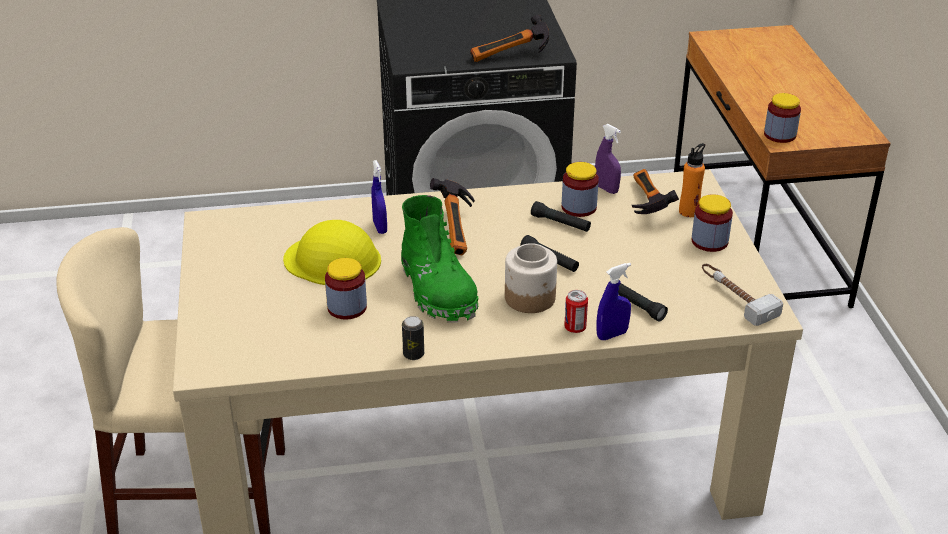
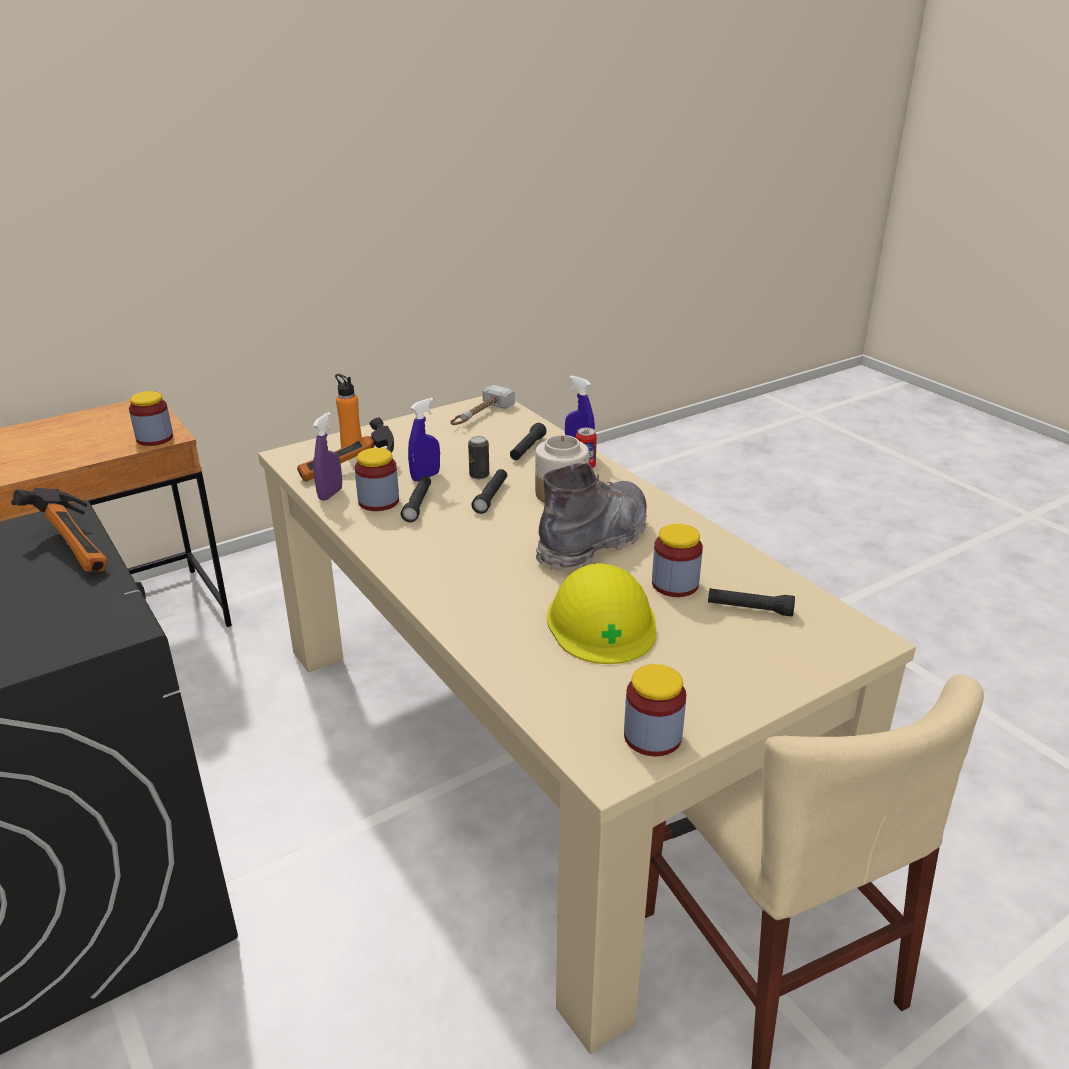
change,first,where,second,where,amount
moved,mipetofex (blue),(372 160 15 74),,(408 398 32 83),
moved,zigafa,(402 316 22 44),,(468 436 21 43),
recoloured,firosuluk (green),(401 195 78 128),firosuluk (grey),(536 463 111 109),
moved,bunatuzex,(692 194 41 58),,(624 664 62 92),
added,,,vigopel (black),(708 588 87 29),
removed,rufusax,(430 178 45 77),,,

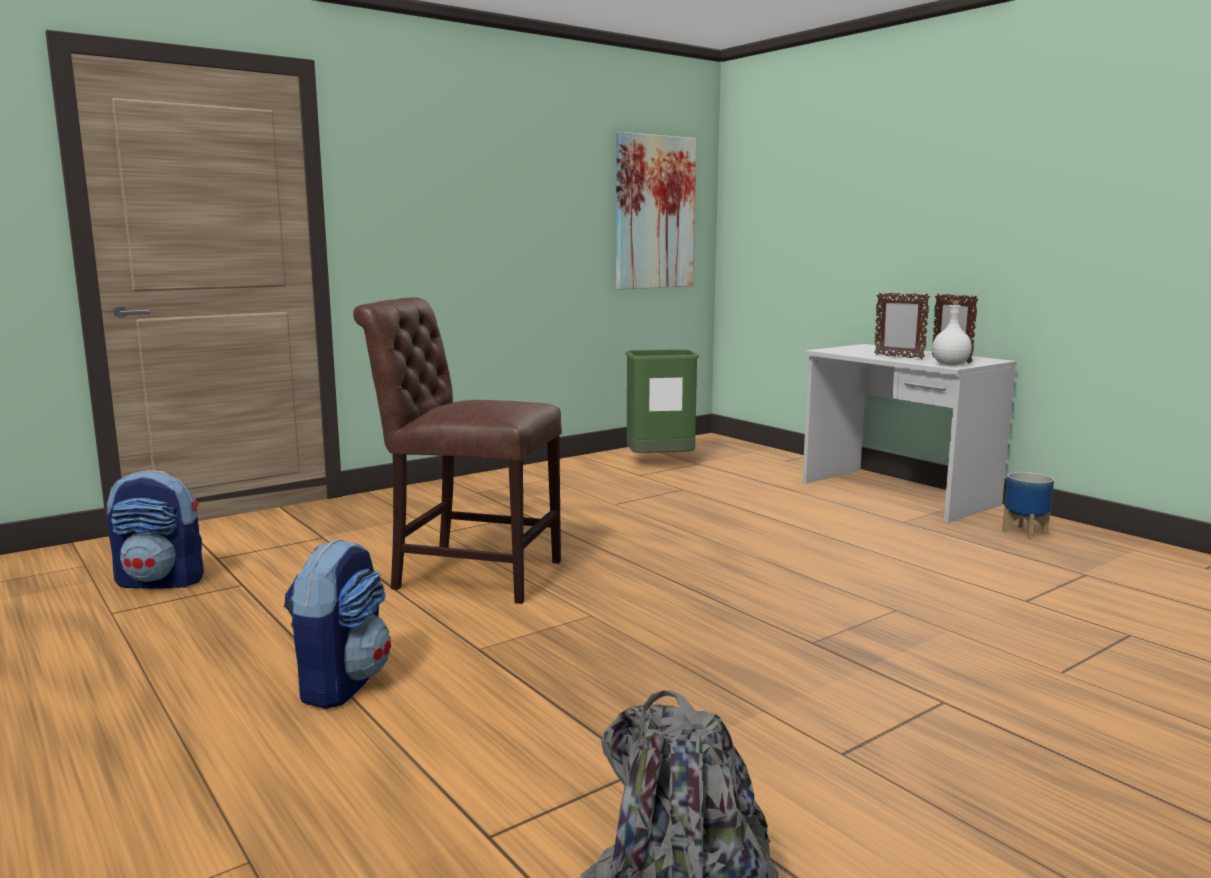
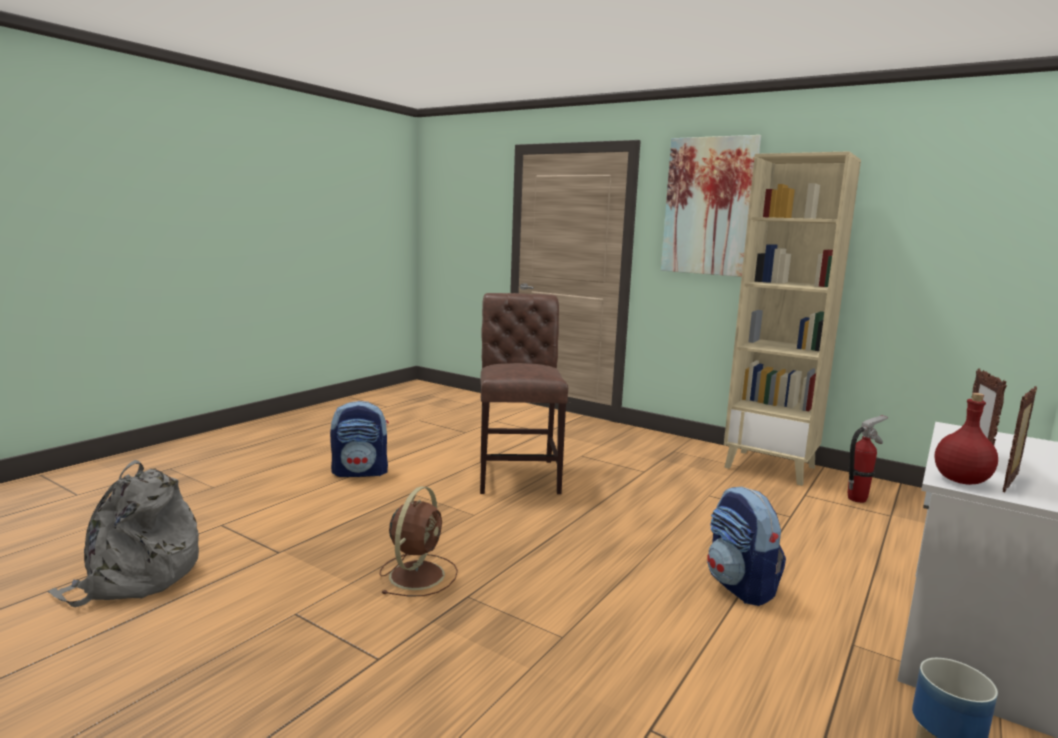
change,first,where,second,where,amount
added,,,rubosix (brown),(380 486 78 110),
moved,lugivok,(616 132 80 157),,(661 135 100 142),
moved,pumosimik,(107 470 97 118),,(707 487 79 119),
added,,,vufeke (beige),(724 151 137 335),
replaced,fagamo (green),(625 349 74 104),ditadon,(848 415 40 88),
recoloured,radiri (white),(932 300 40 65),radiri (red),(935 393 63 92),

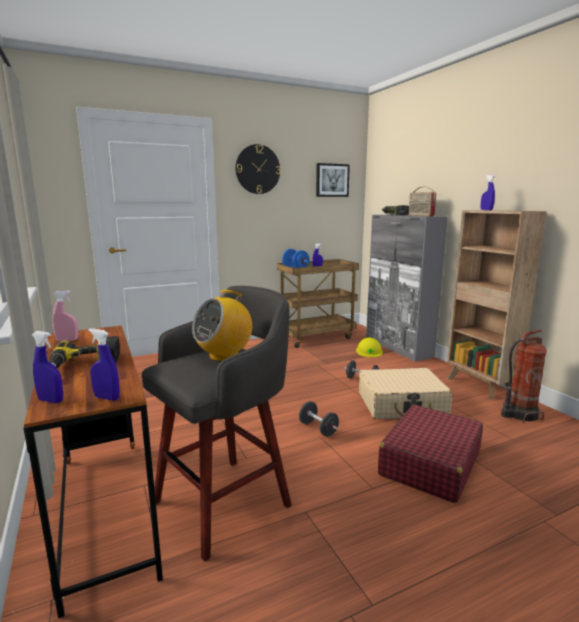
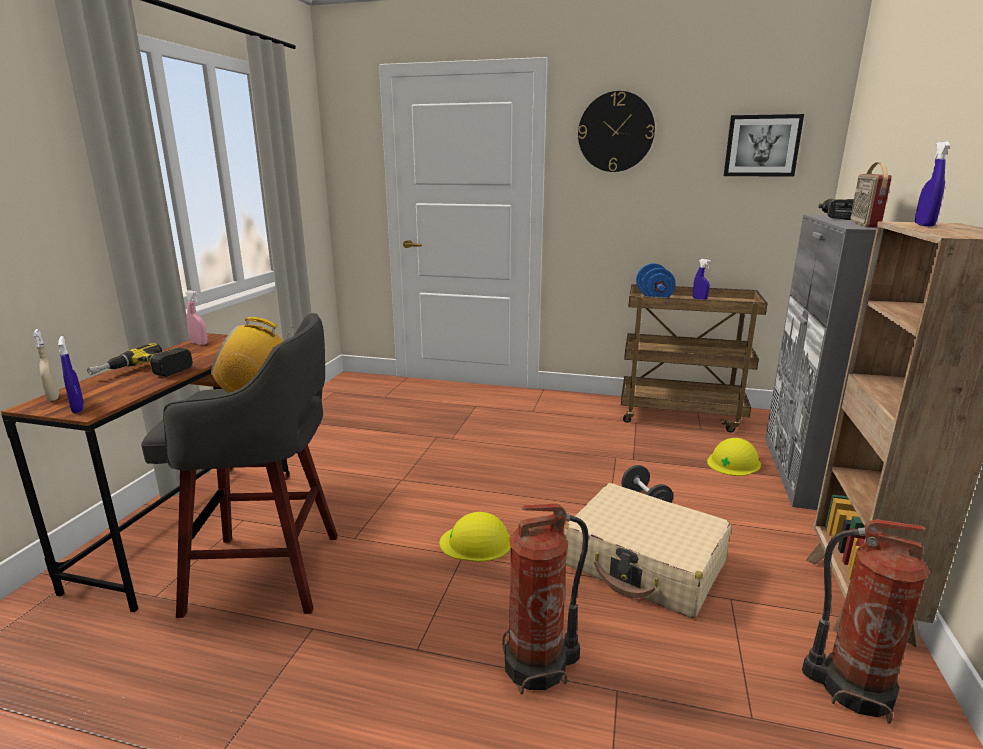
change,first,where,second,where,amount
recoloured,mipetofex (blue),(32 331 31 72),mipetofex (beige),(33 329 27 72),
replaced,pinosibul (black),(299 401 40 36),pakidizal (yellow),(439 512 72 50),
replaced,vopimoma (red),(378 405 105 98),ditadon,(502 504 87 191),

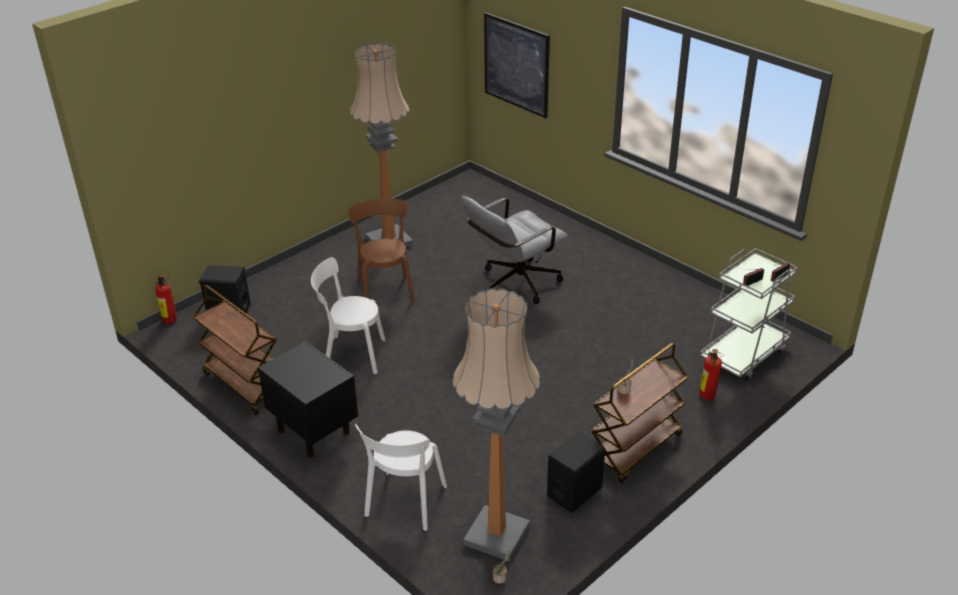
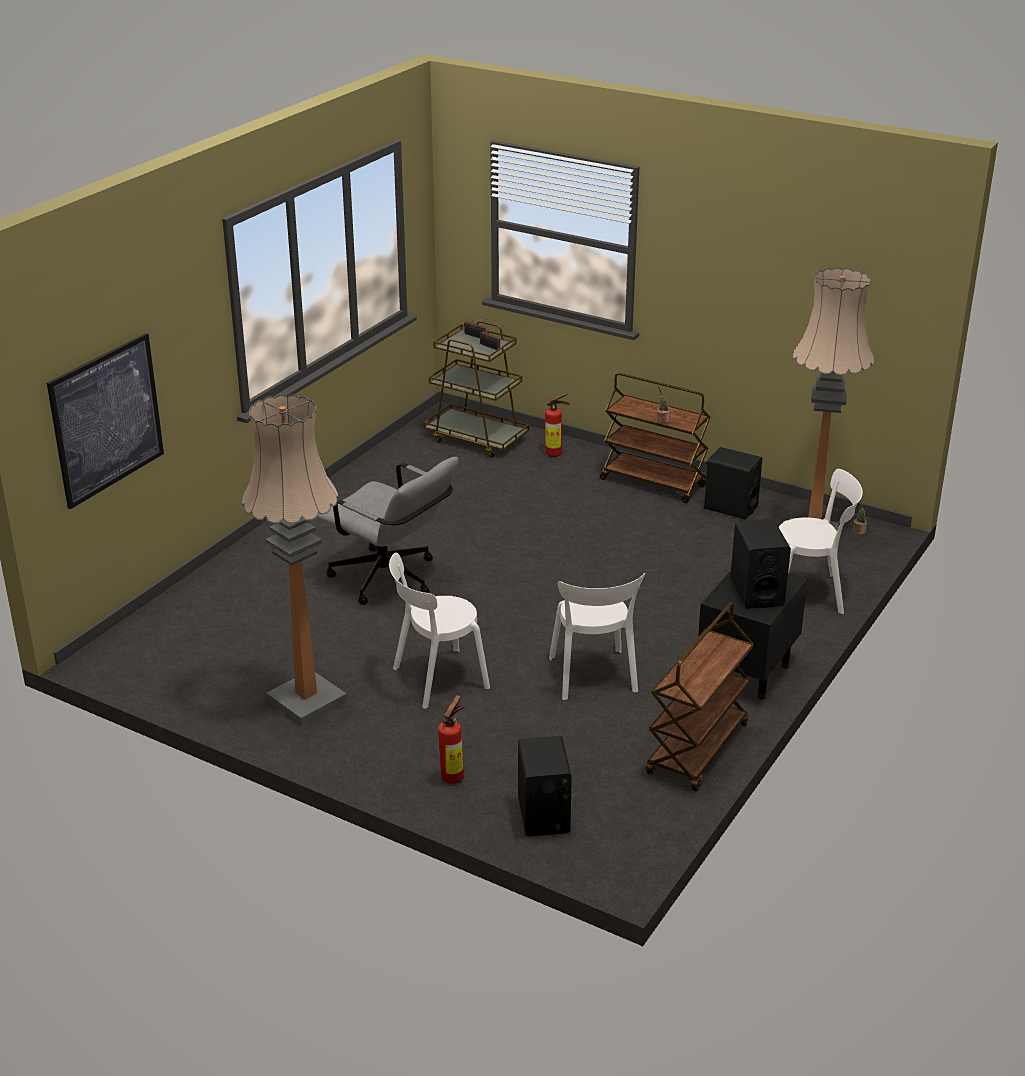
change,first,where,second,where,amount
recoloured,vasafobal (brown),(348 199 67 104),vasafobal (white),(389 553 101 156),
recoloured,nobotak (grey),(700 248 98 133),nobotak (brown),(423 321 106 137),
moved,ditadon,(155 276 22 48),,(438 695 26 89),
added,,,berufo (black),(730 519 61 90),

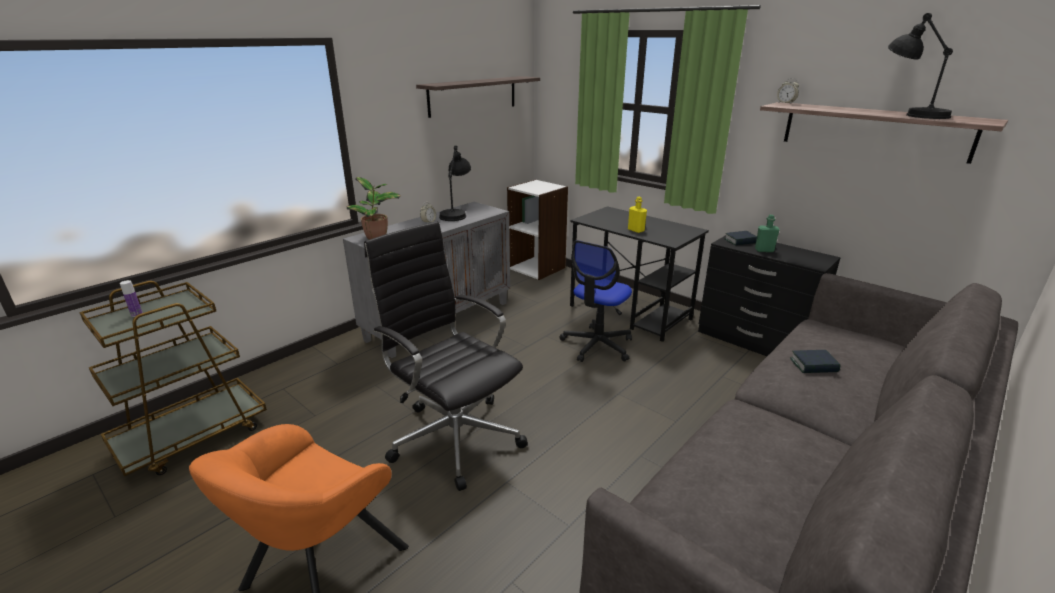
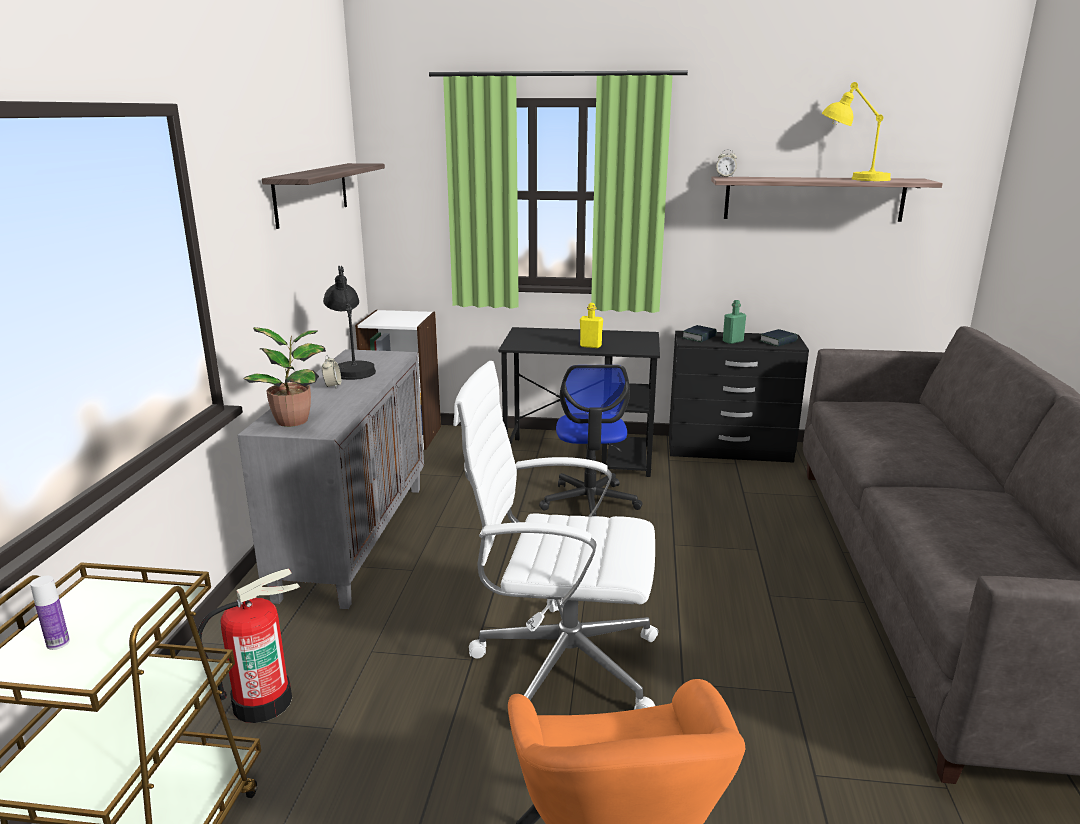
change,first,where,second,where,amount
added,,,ditadon,(198 568 102 155),
recoloured,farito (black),(364 221 164 270),farito (white),(453 361 205 349),
moved,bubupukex,(790 350 51 23),,(759 329 38 18),
recoloured,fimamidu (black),(888 13 65 106),fimamidu (yellow),(822 82 69 99),

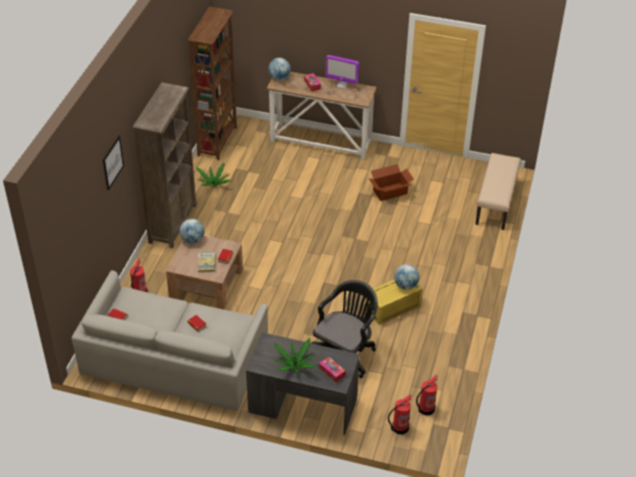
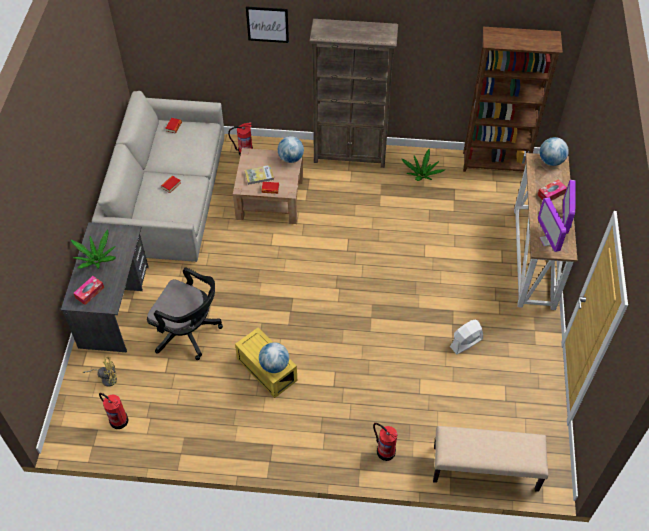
change,first,where,second,where,amount
added,,,rubosix (yellow),(83 357 34 30),
moved,ditadon,(388 394 24 40),,(373 423 25 38),
replaced,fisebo,(369 164 45 37),rubosix (white),(450 320 33 34),
added,,,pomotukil,(538 197 29 55),

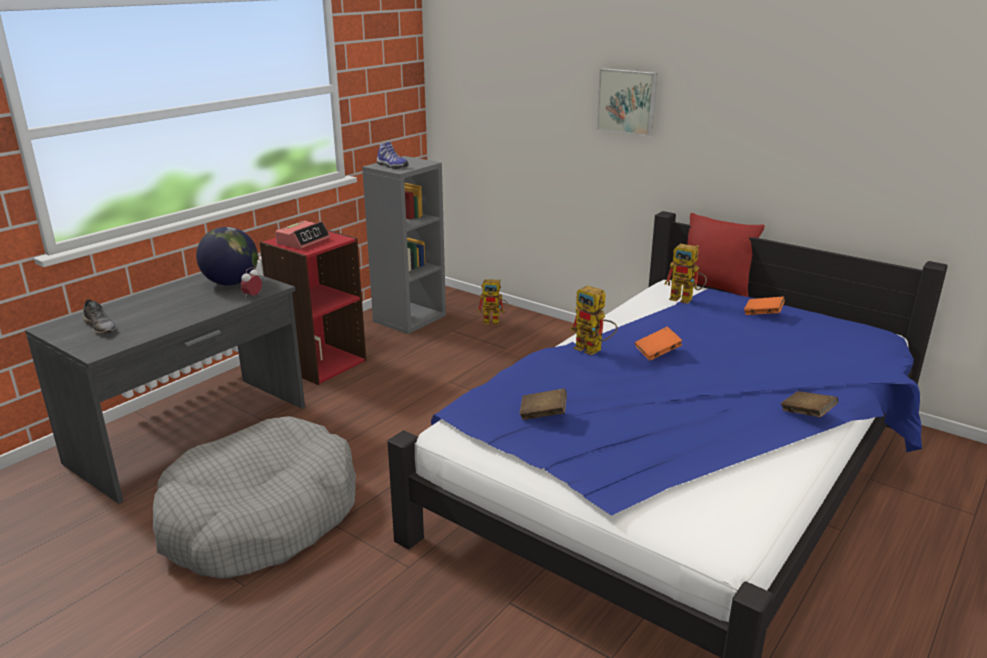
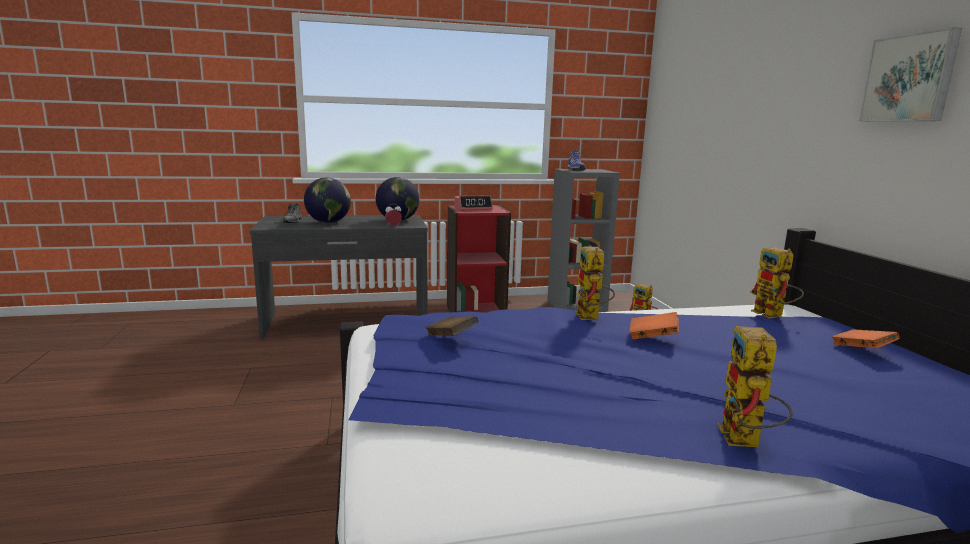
change,first,where,second,where,amount
added,,,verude,(304 178 47 45),
replaced,bubupukex (brown),(781 391 57 26),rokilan,(717 326 76 121),
moved,lugivok,(597 68 60 68),,(859 27 103 94),
removed,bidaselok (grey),(153 416 203 163),,,
removed,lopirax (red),(687 213 78 84),,,

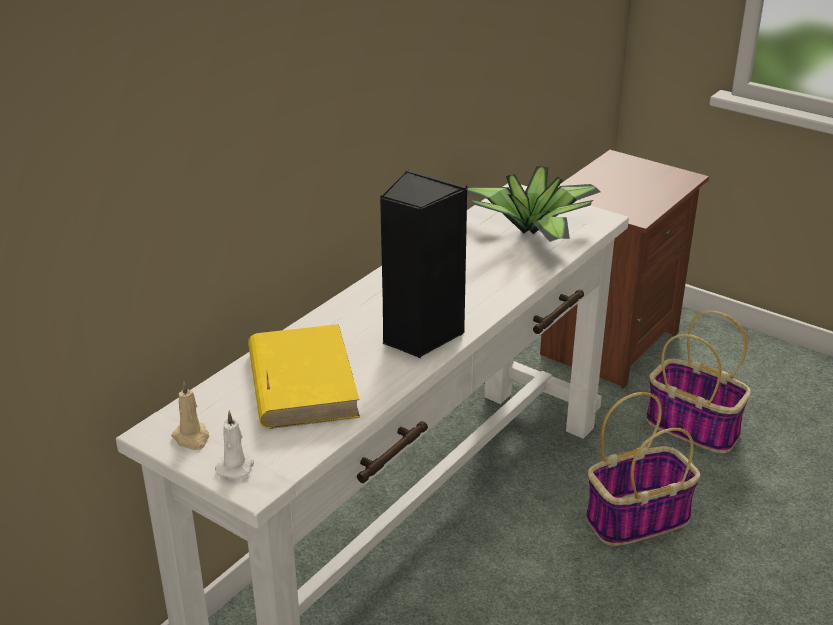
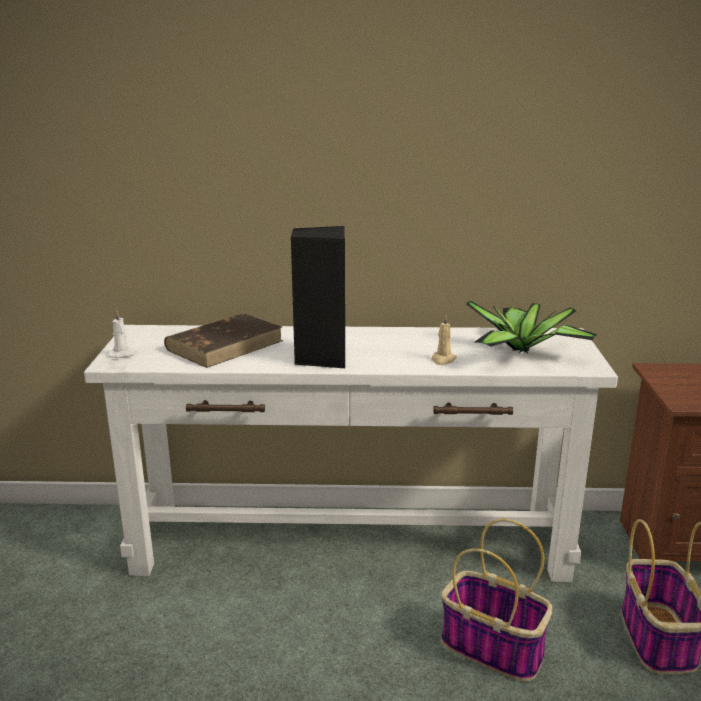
change,first,where,second,where,amount
recoloured,bubupukex (yellow),(248 324 112 105),bubupukex (brown),(164 313 119 55),
moved,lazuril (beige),(171 381 38 69),,(431 315 26 50),

